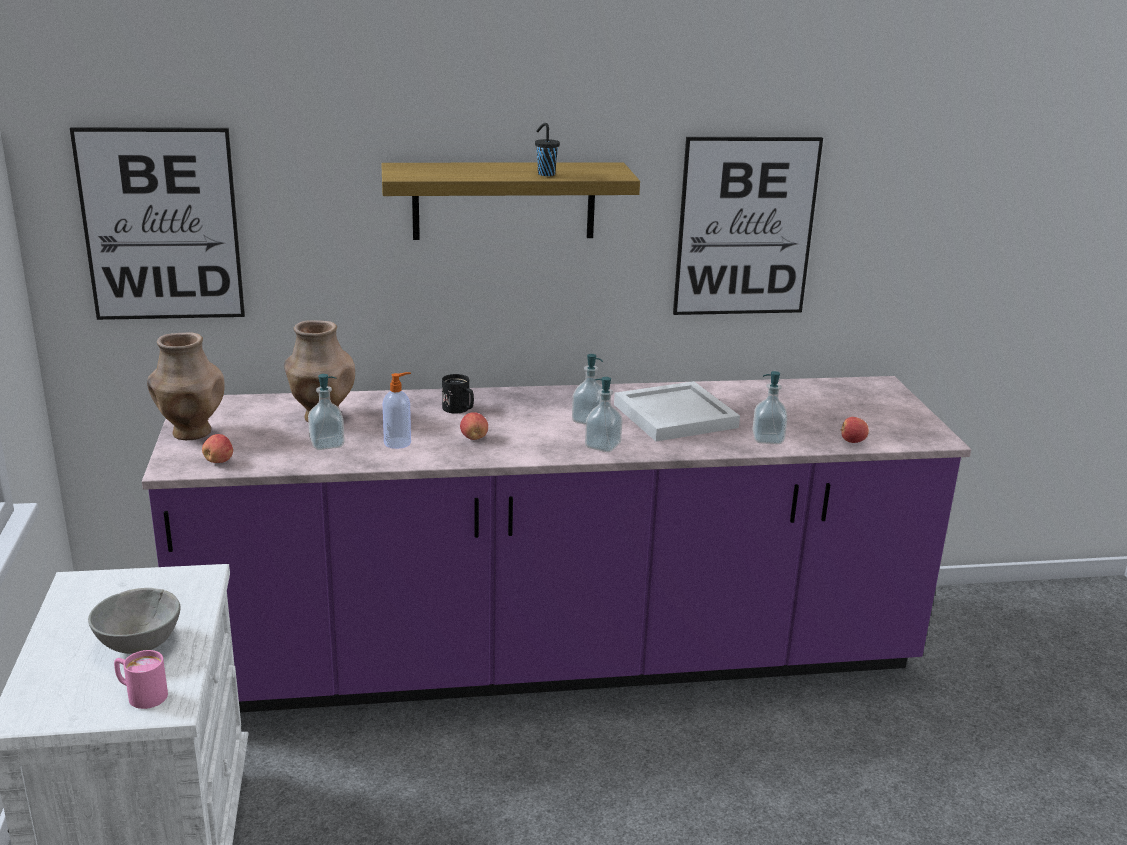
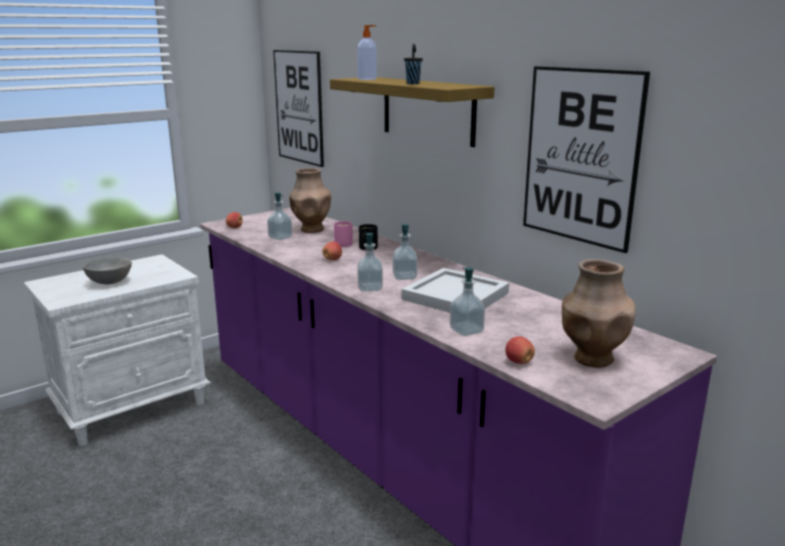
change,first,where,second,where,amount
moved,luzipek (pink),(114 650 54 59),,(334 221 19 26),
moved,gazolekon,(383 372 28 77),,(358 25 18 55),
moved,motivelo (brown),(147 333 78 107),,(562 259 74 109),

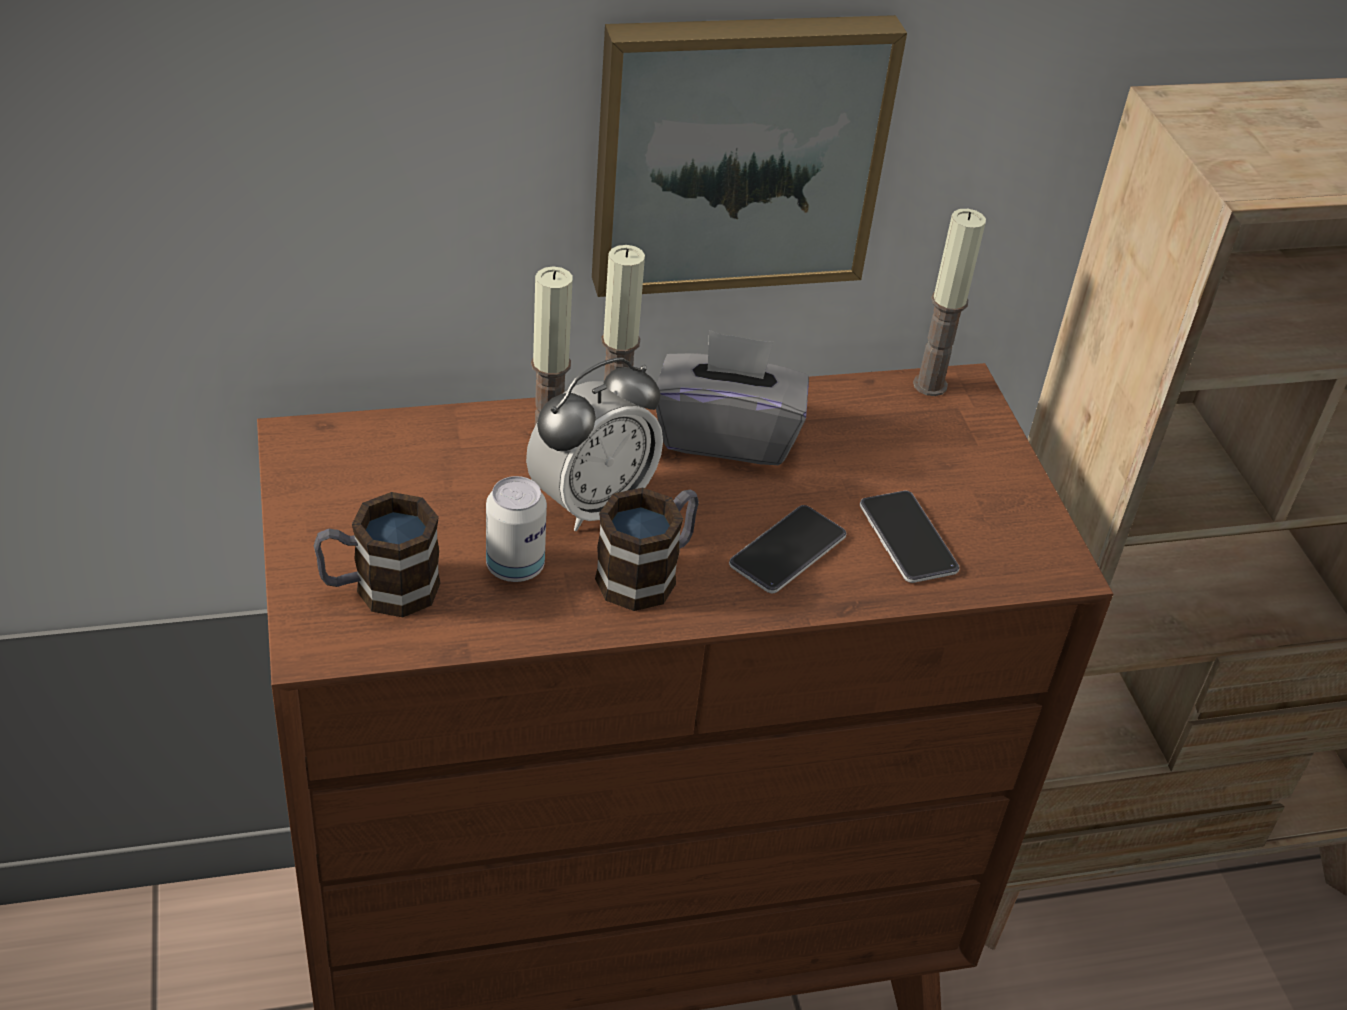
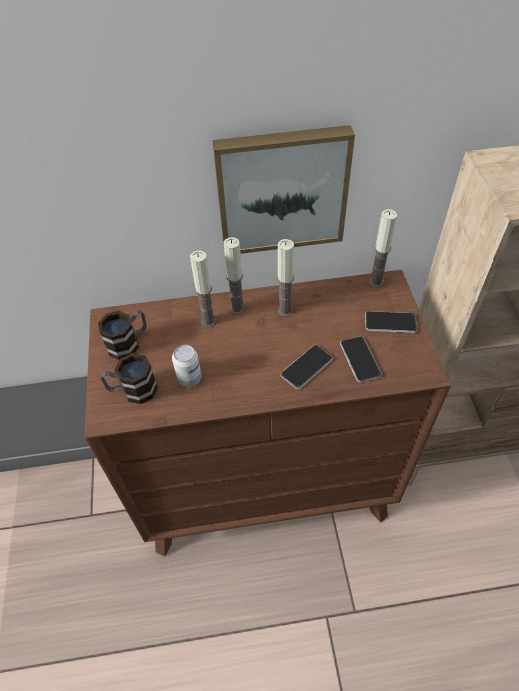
change,first,where,second,where,amount
moved,luzipek,(595 488 104 123),,(98 310 49 50),
replaced,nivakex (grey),(656 330 153 135),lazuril,(277 239 17 78),
added,,,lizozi,(365 311 52 22),
removed,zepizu,(526 357 137 174),,,

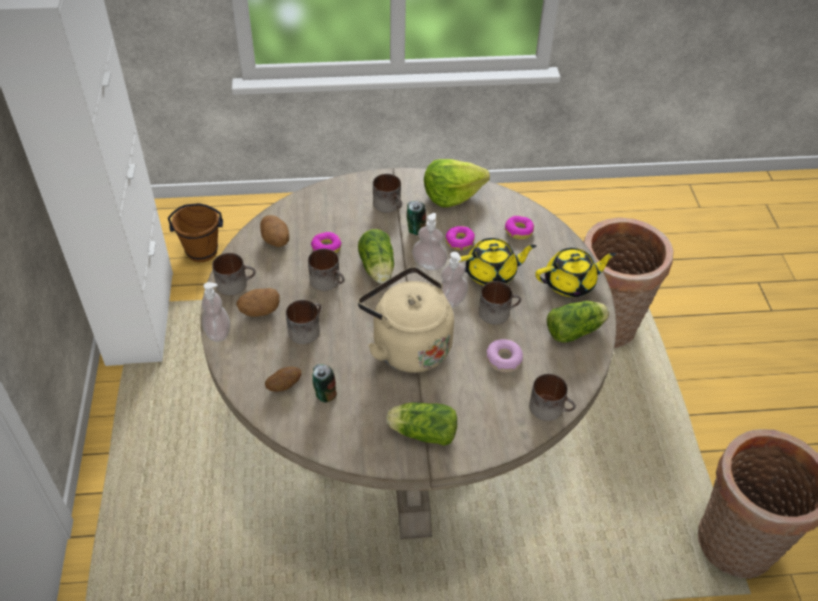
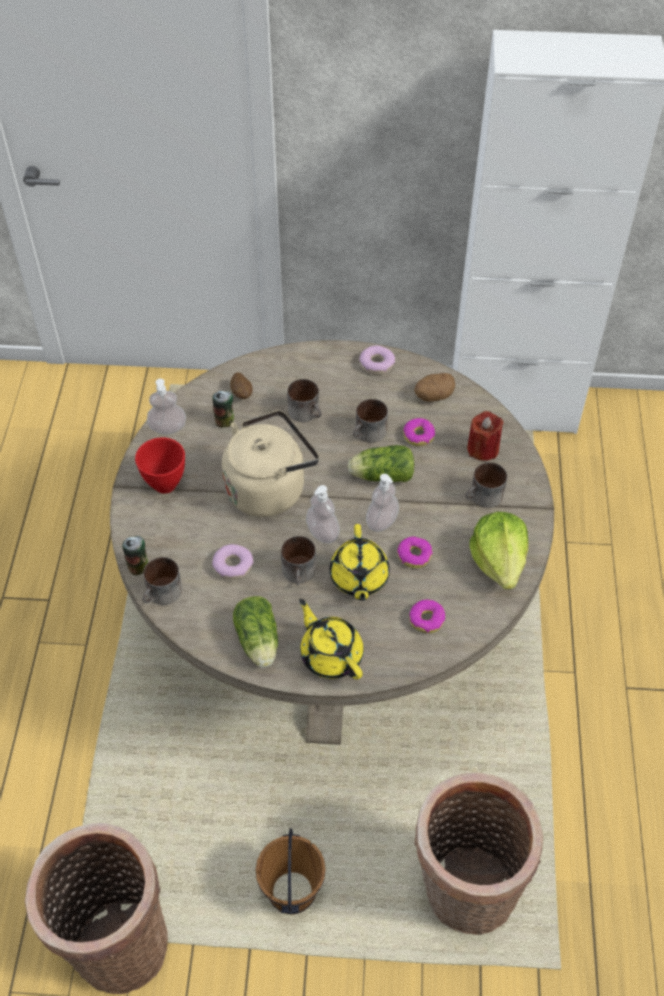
change,first,where,second,where,amount
moved,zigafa,(407 200 19 35),,(122 536 26 39),
replaced,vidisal,(386 402 71 44),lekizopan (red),(135 437 50 57),
moved,gazolekon,(202 282 28 60),,(147 379 39 55),
moved,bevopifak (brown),(168 203 55 59),,(256 828 70 86),
turned,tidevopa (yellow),(535 248 81 49),,(299 599 65 80),150 degrees clockwise
replaced,luzipek,(212 253 44 42),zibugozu,(359 345 36 30),
added,,,lazuril (red),(467 411 37 50),
removed,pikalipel,(236 288 44 29),,,

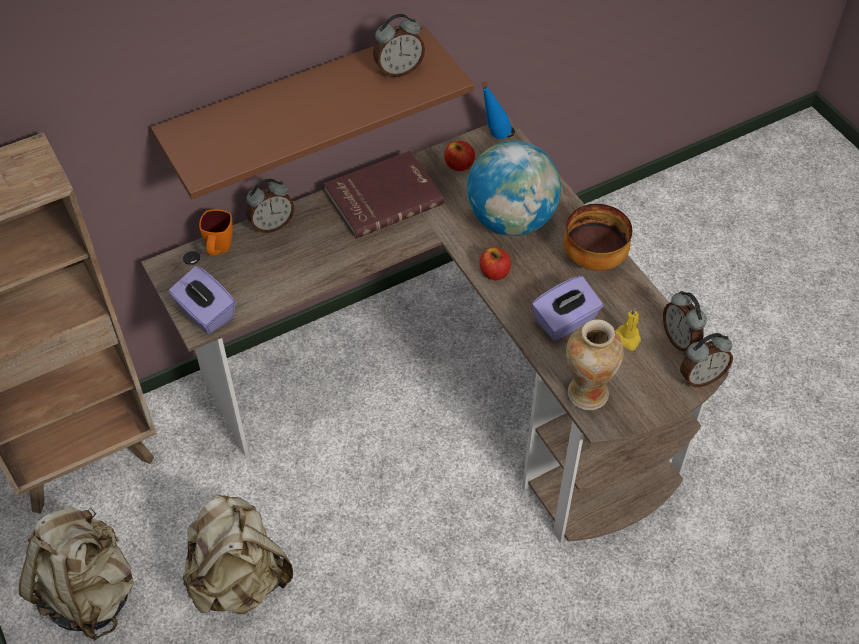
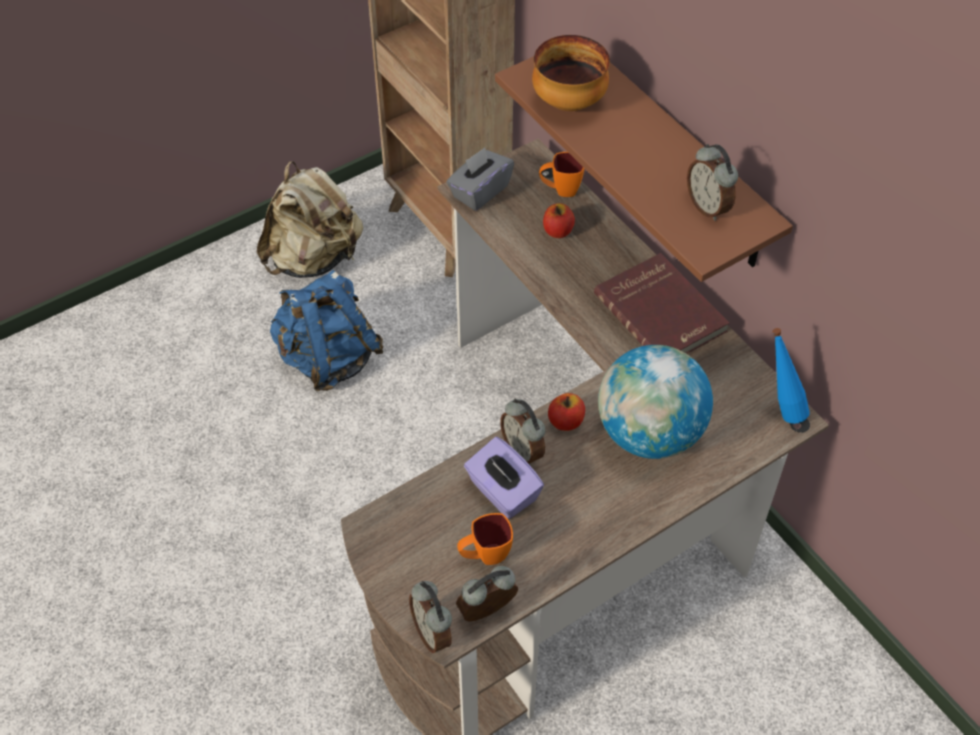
change,first,where,second,where,amount
recoloured,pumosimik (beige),(183 494 110 120),pumosimik (blue),(270 270 113 121),
recoloured,nivakex (purple),(169 266 66 68),nivakex (grey),(447 147 67 64),
replaced,lazuril (yellow),(615 307 26 43),luzipek (orange),(457 513 56 52),
moved,zepizu,(246 179 48 54),,(500 399 45 67),
moved,lekizopan,(563 204 69 67),,(532 35 78 76),
moved,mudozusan,(444 141 31 30),,(543 203 32 35),
removed,motivelo,(566 319 58 91),,,

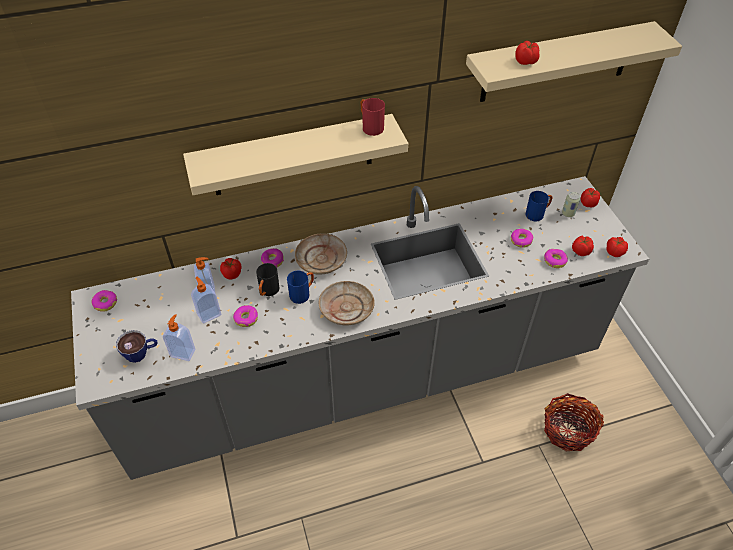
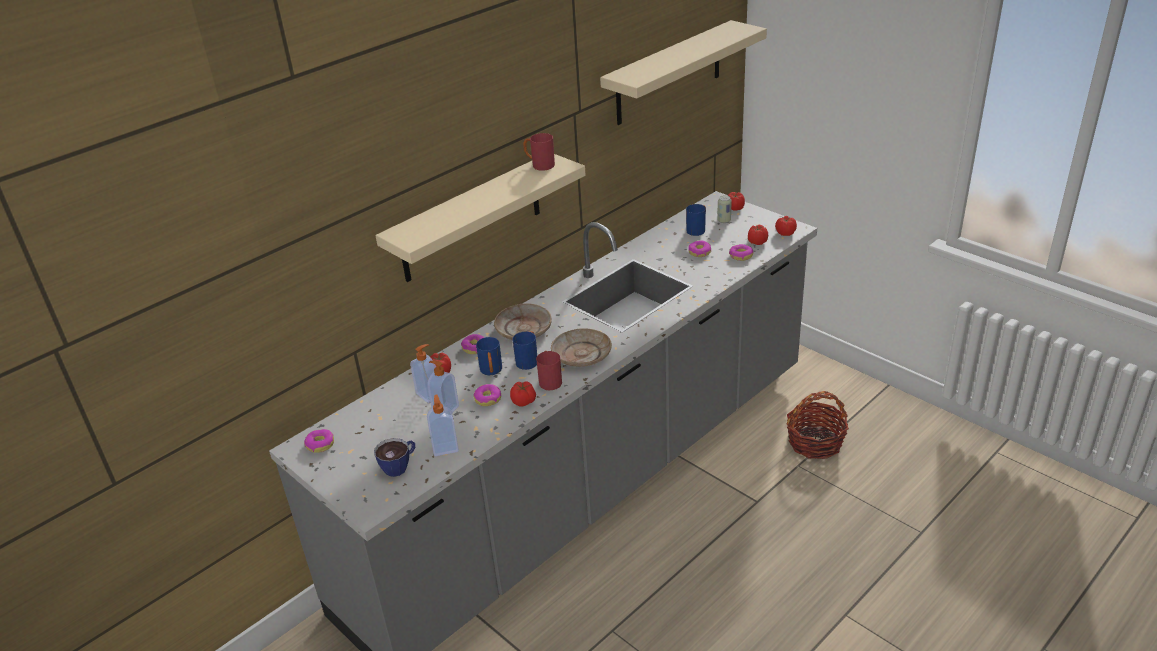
change,first,where,second,where,amount
recoloured,luzipek (black),(256 263 24 33),luzipek (blue),(476 337 26 38),
moved,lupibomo,(515 41 25 24),,(510 381 26 26),
added,,,luzipek (red),(536 351 26 39),

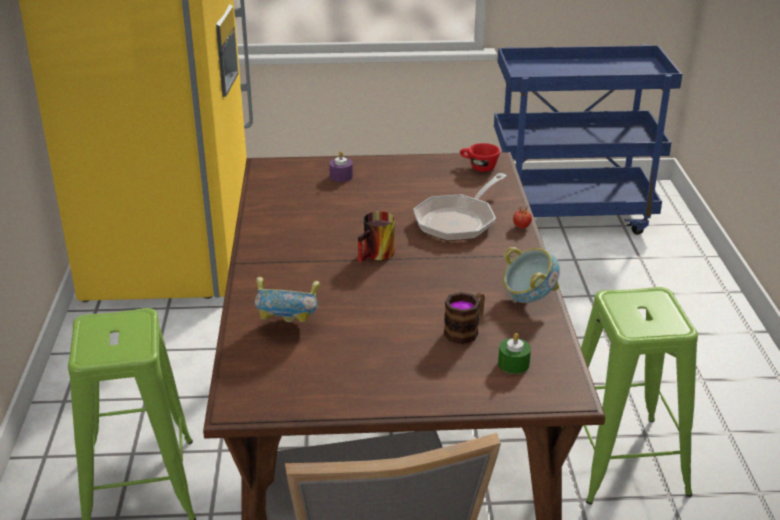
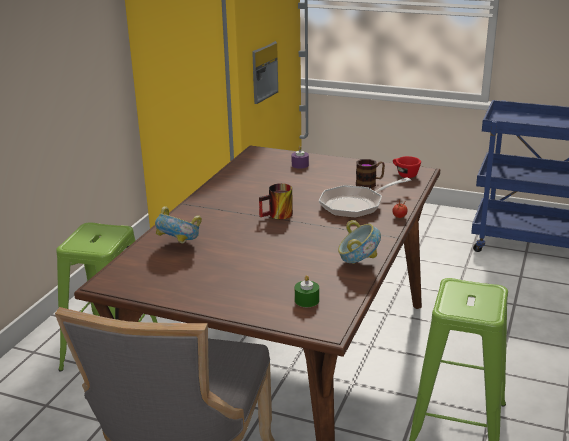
change,first,where,second,where,amount
moved,luzipek,(444 292 41 52),,(356 159 29 30),

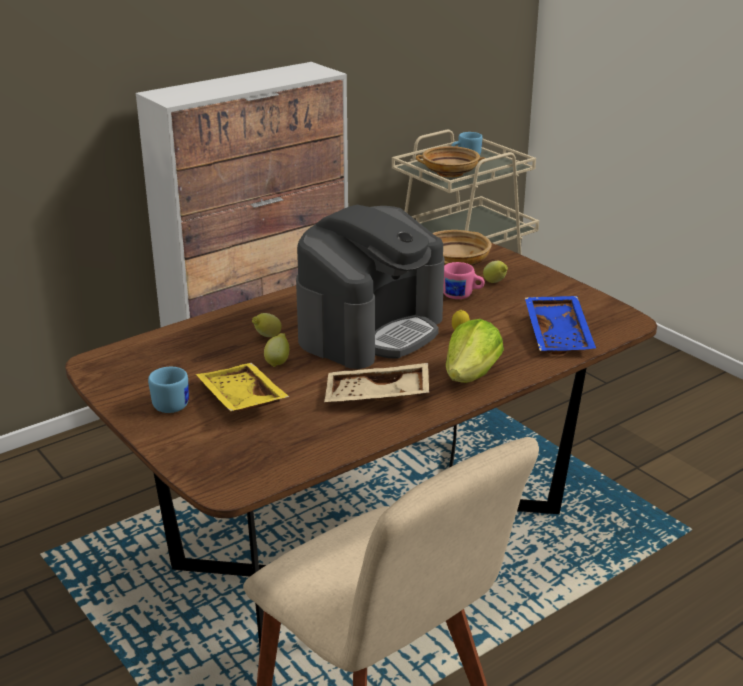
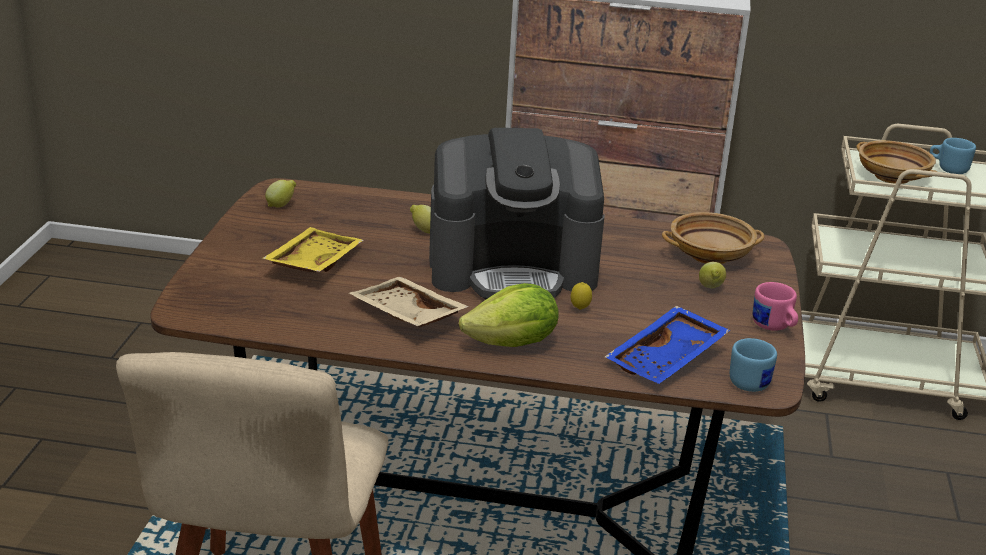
change,first,where,second,where,amount
moved,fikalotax,(264 333 25 34),,(265 180 31 28),
moved,luzipek (blue),(148 367 41 46),,(730 338 47 54),
moved,luzipek (pink),(443 262 42 37),,(753 282 45 49),

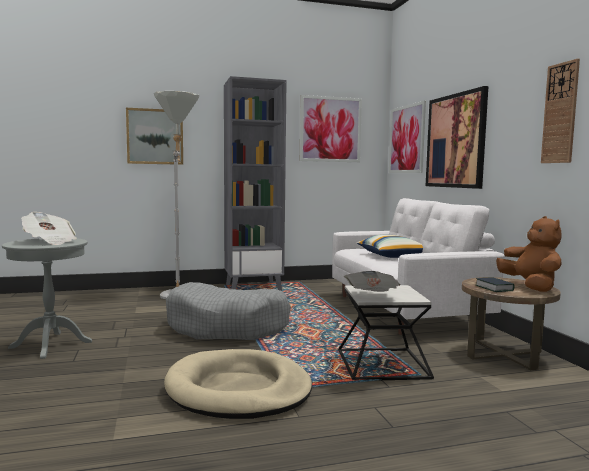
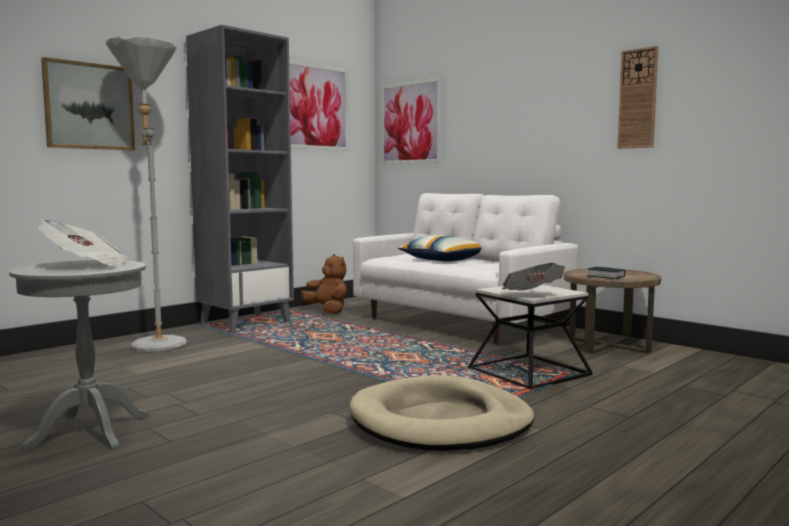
change,first,where,second,where,amount
moved,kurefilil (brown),(496 216 66 76),,(301 254 46 60),
removed,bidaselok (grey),(166 282 125 58),,,
removed,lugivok,(426 86 62 103),,,

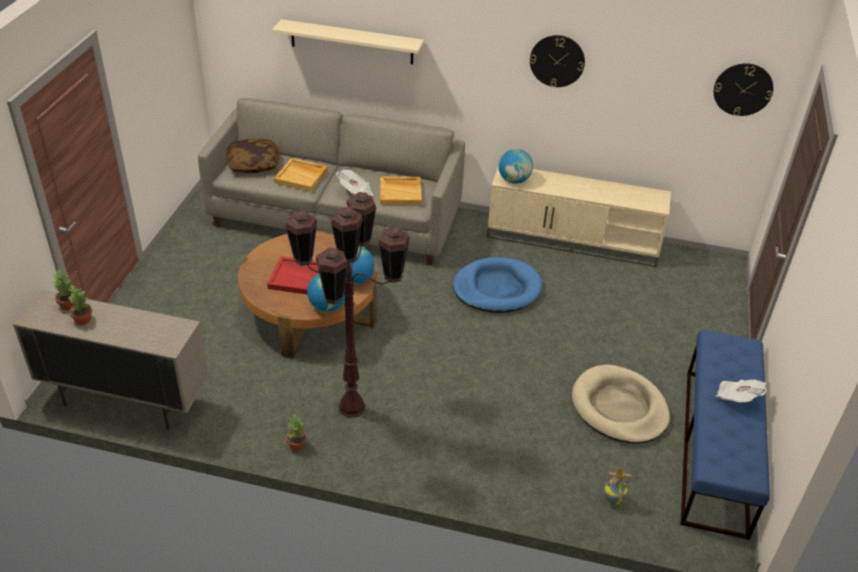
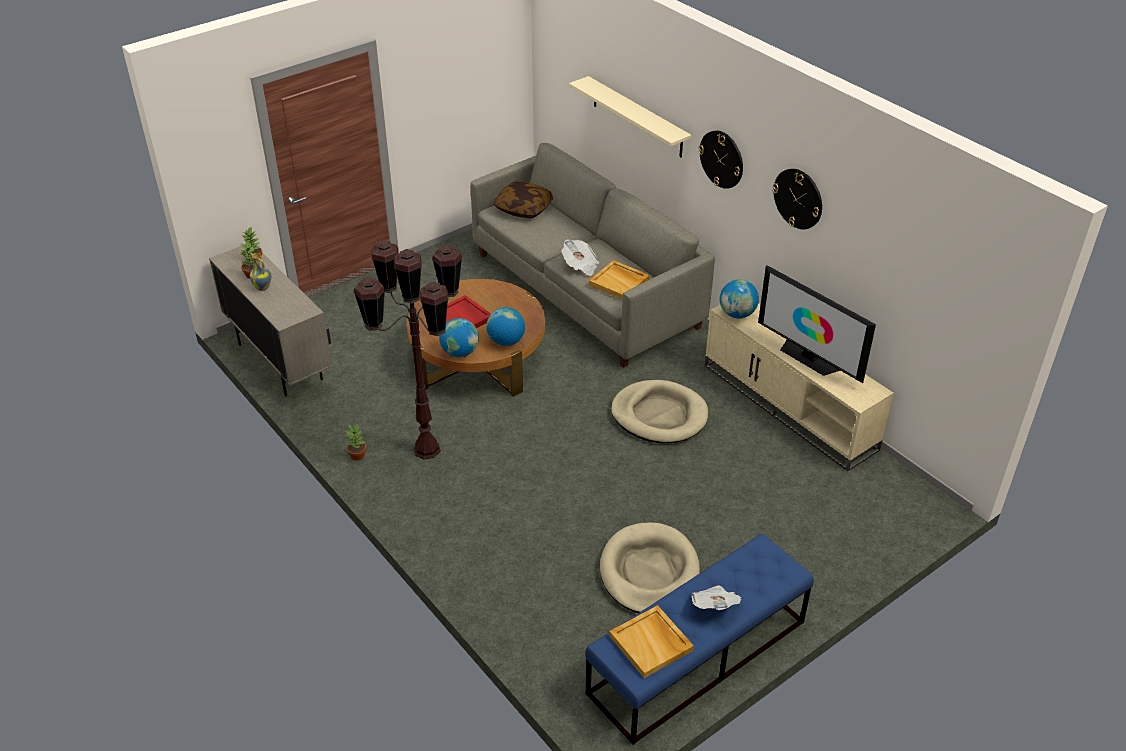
change,first,where,second,where,amount
moved,motivelo,(603 469 29 36),,(250 253 22 38),
moved,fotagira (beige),(274 158 54 33),,(609 605 85 73),
recoloured,bidaselok (blue),(453 257 89 56),bidaselok (beige),(611 380 97 63),
moved,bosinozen,(714 63 59 53),,(698 130 45 59),
added,,,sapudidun,(758 265 118 118),

